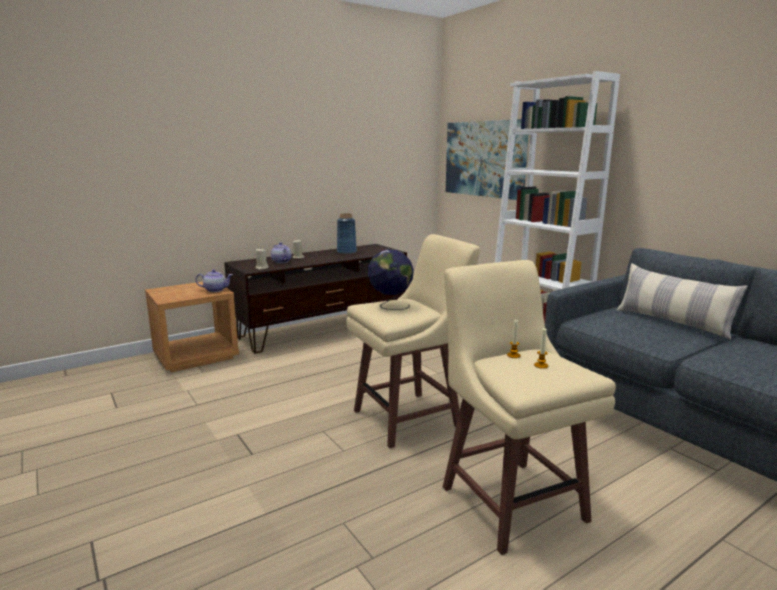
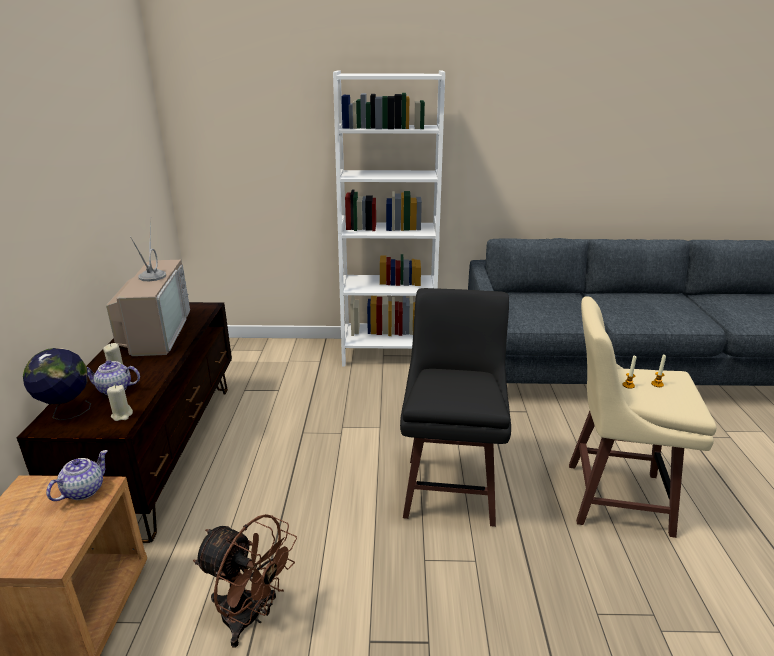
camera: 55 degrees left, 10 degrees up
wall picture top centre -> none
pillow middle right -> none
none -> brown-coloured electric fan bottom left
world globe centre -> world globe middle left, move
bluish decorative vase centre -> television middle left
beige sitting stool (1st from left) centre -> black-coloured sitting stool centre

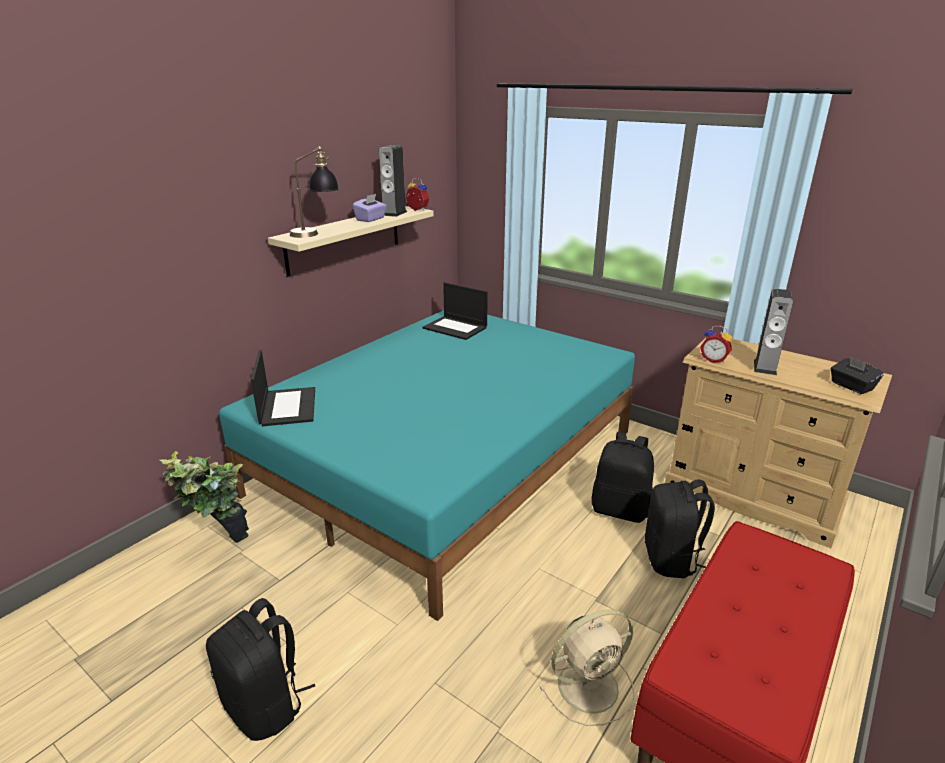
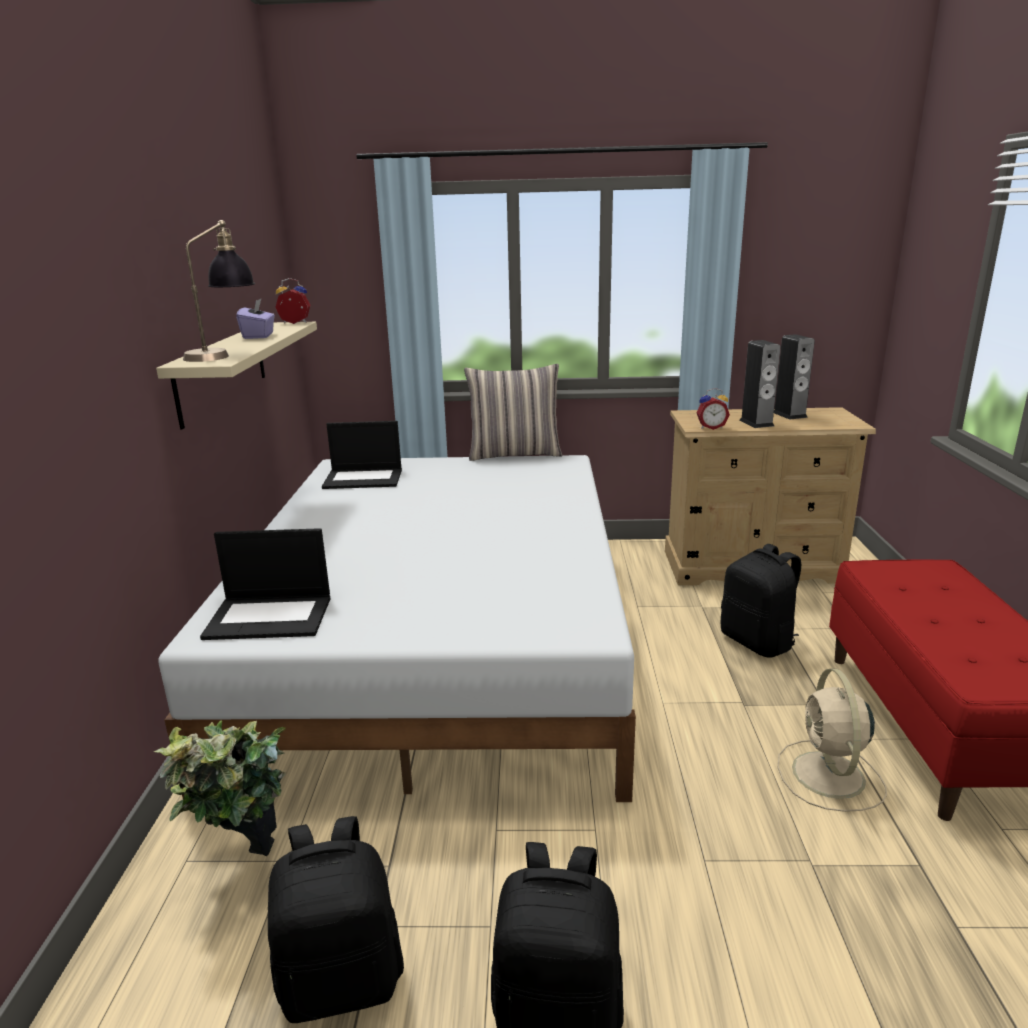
camera: 35 degrees left, 5 degrees down
black-coloured tissue box middle right -> none
none -> pillow centre
speaker (1st from left in the first image) top centre -> speaker (2nd from left) middle right, move
black-coloured backpack (2nd from left in the first image) centre -> black-coloured backpack (1st from left) bottom left, move
blue-green bedroom bed centre -> whitish bedroom bed centre
laptop (1st from left) middle left, 135 degrees clockwise
beige electric fan bottom centre -> beige electric fan bottom right, 150 degrees clockwise

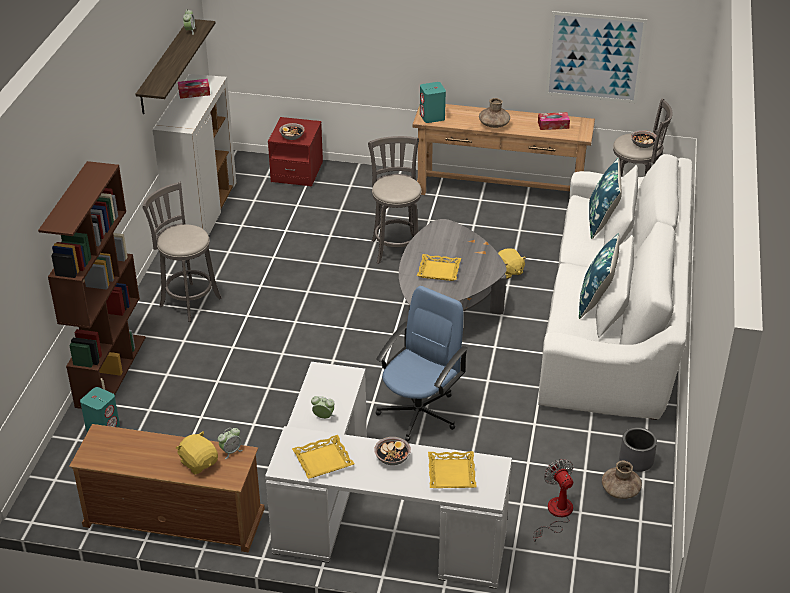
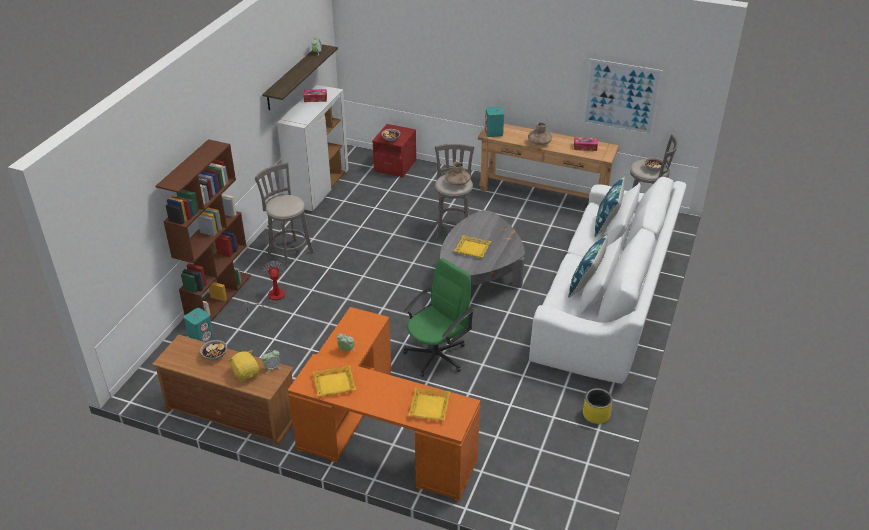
camera: 10 degrees right, 0 degrees up
yellow cuddly toy (2nd from left) centre -> none
serving bowl (2nd from left in the first image) bottom centre -> serving bowl (1st from left) middle left, move
electric fan bottom right -> electric fan middle left, move
brown-coloured decorative vase (2nd from left in the first image) bottom right -> brown-coloured decorative vase (1st from left) top centre, move
whitish desk unit bottom centre -> orange-coloured desk unit bottom centre
bluish desk chair centre -> greenish desk chair centre
greyish plant pot bottom right -> yellow plant pot bottom right

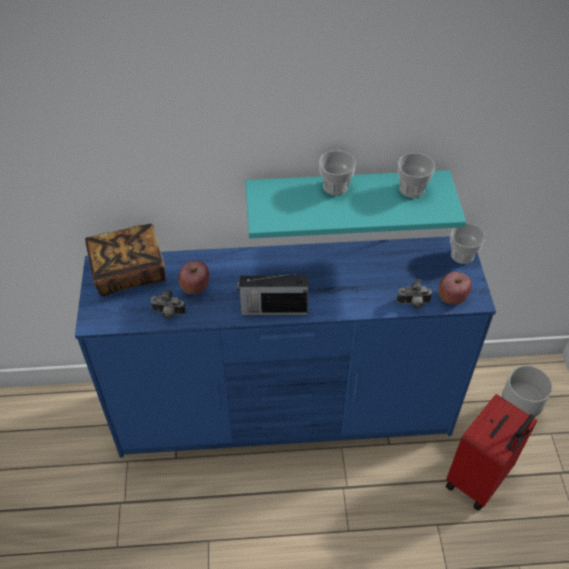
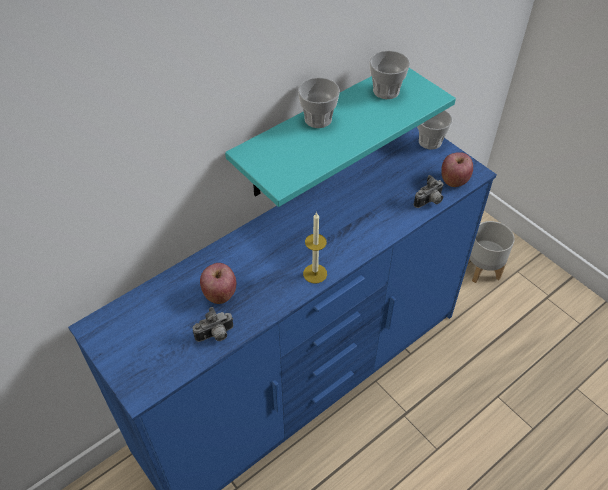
camera: 35 degrees left, 0 degrees up
volume middle left -> none
red piece of luggage bottom right -> none
radio receiver centre -> candle centre

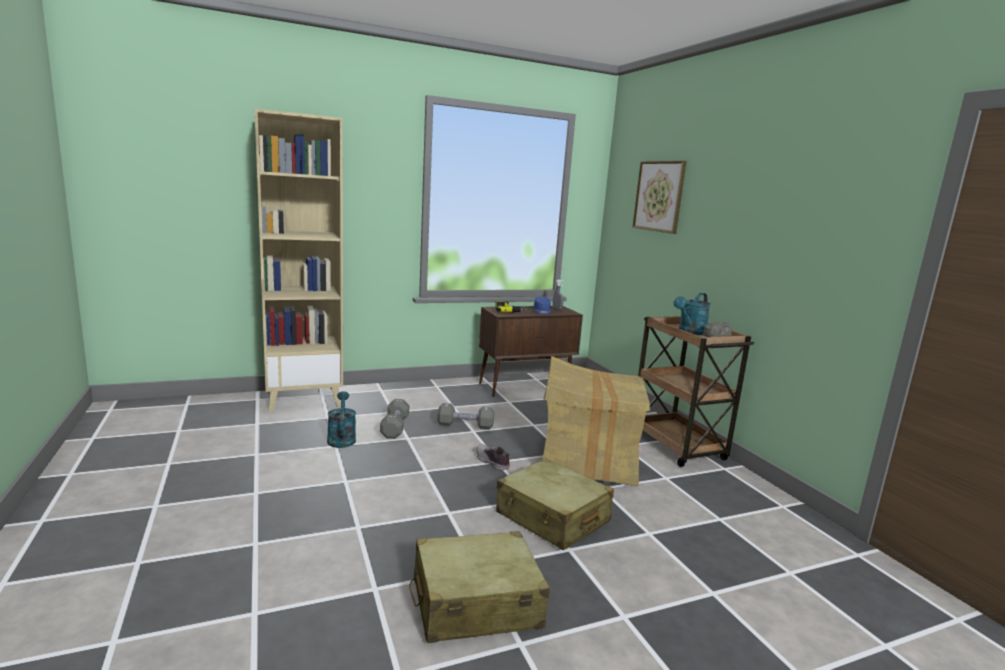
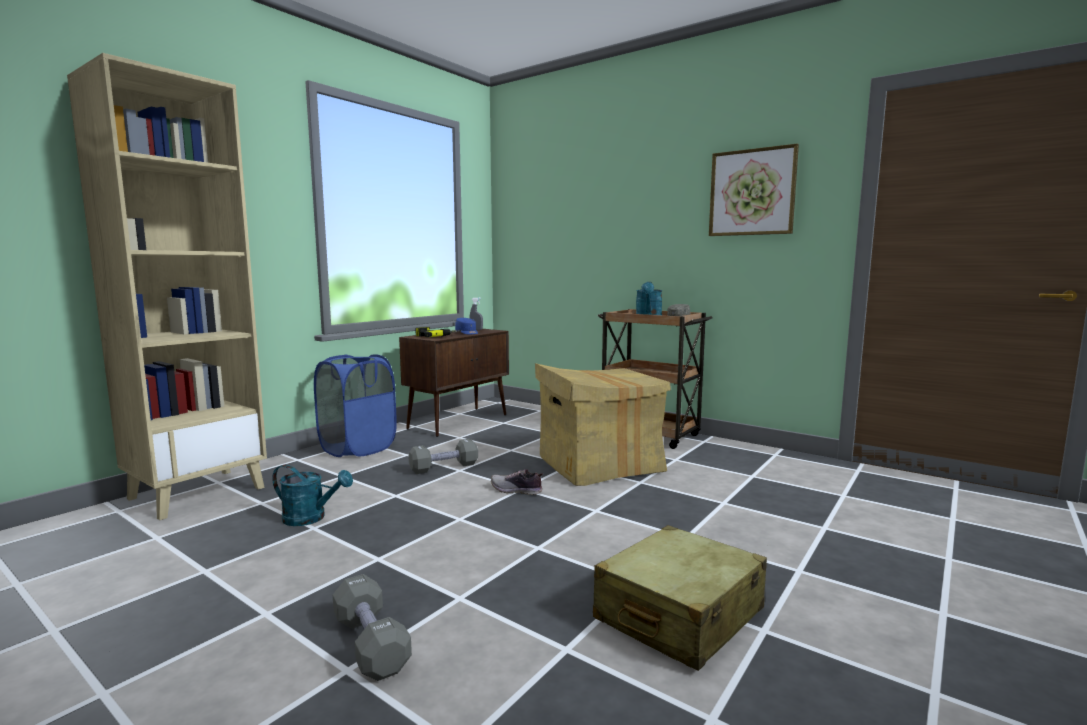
camera: 30 degrees left, 5 degrees down
beige piece of luggage (2nd from left) bottom centre -> none
none -> bluish washing basket middle left
greyish free weight (1st from left) centre -> greyish free weight (1st from left) bottom centre, move
wall picture top centre -> wall picture top right, move
blue-green watering can (1st from left) centre -> blue-green watering can (1st from left) bottom left, 150 degrees clockwise

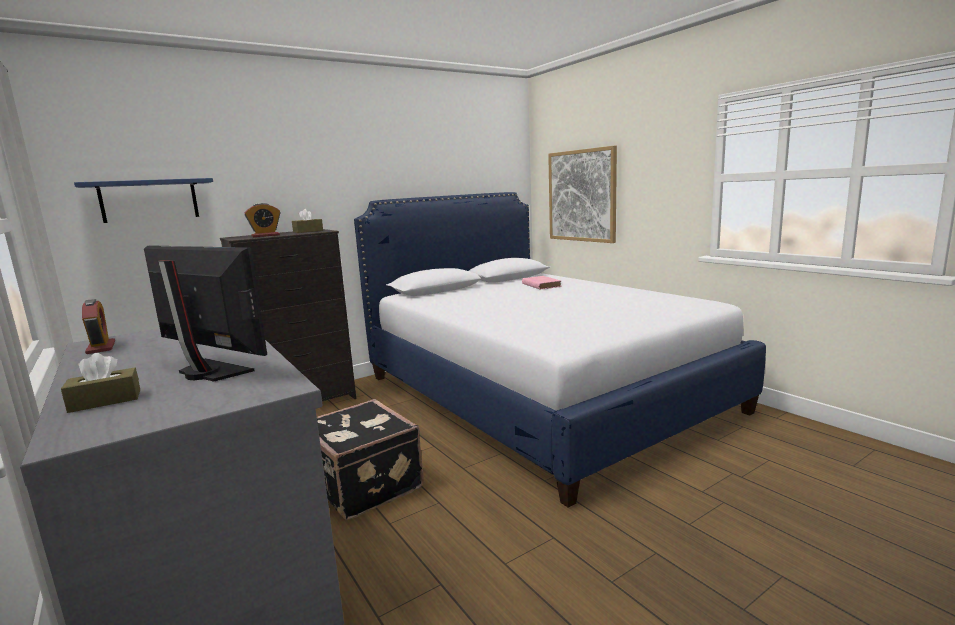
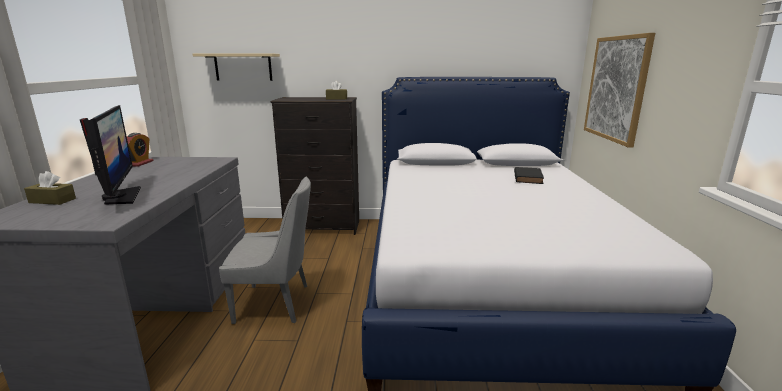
camera: 35 degrees right, 5 degrees up
alarm clock (2nd from left) middle left -> none
black-coloured piece of luggage bottom centre -> greyish upright chair centre
bluish shelf top left -> beige shelf top left
pinkish volume centre -> black-coloured volume middle right

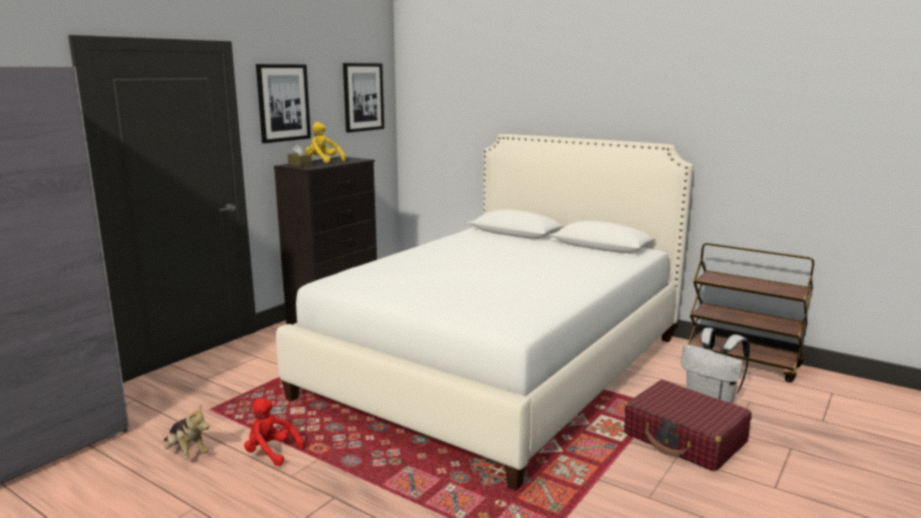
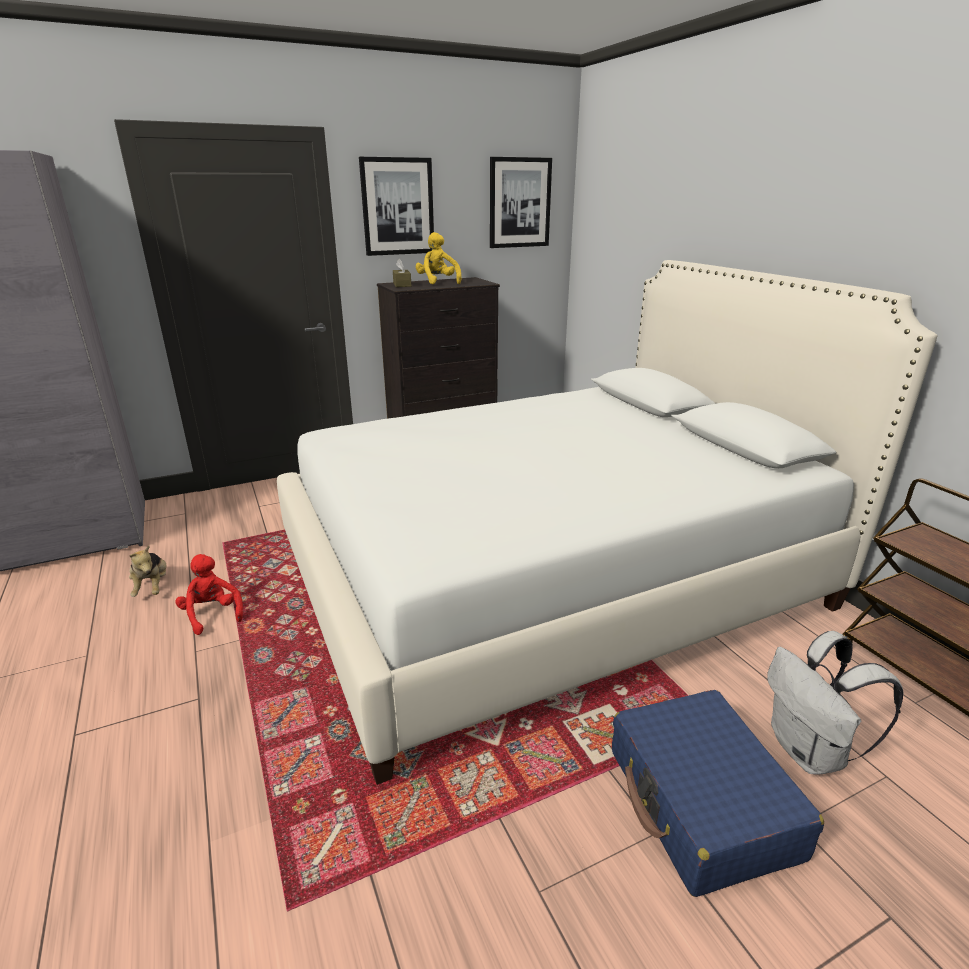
camera: 30 degrees right, 10 degrees up
red piece of luggage bottom right -> bluish piece of luggage bottom right

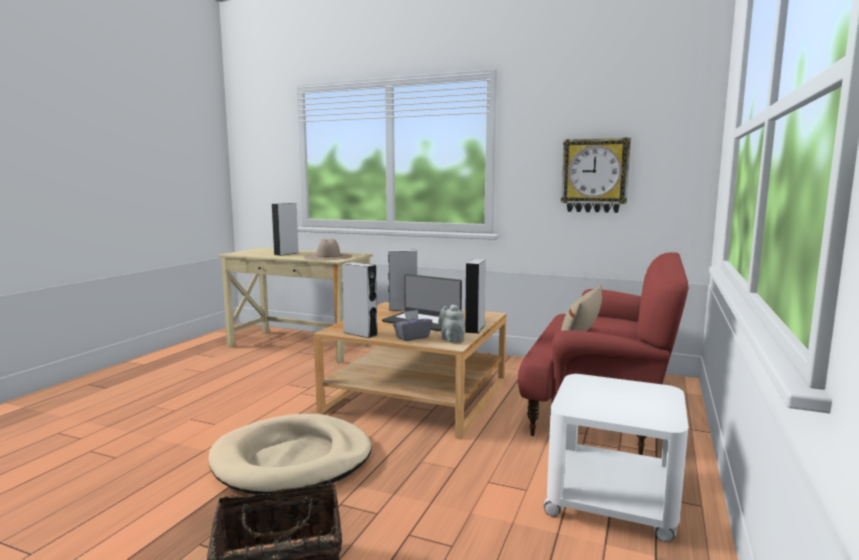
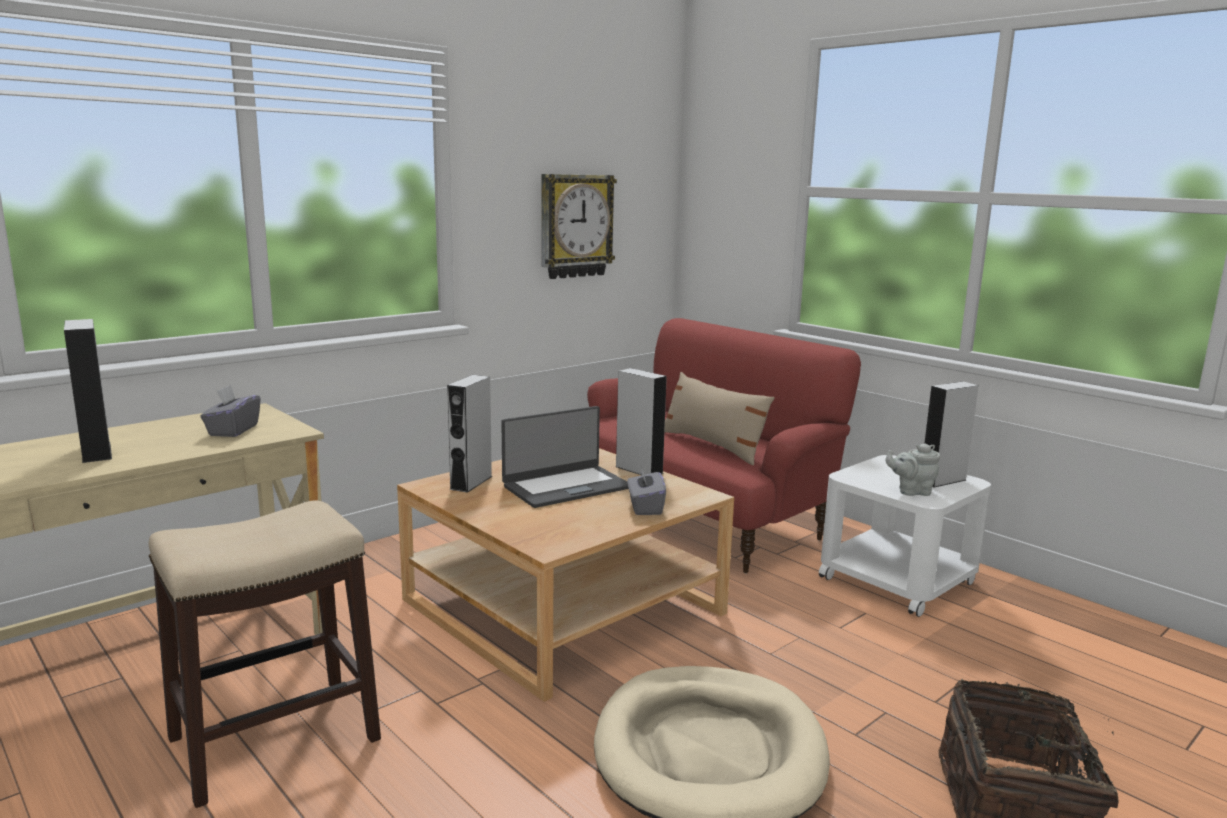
camera: 65 degrees left, 5 degrees up
none -> sitting stool bottom left
greyish speaker (2nd from left in the first image) centre -> greyish speaker (4th from left) middle right, move
greyish pot for tea centre -> greyish pot for tea middle right, move
beige wearable hat centre -> greyish tissue box (1st from left) middle left

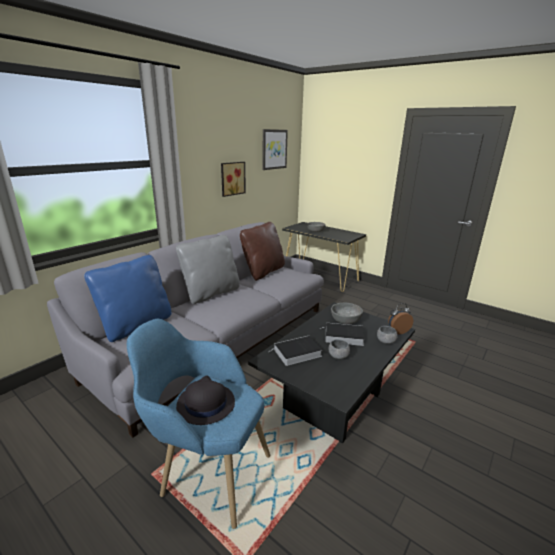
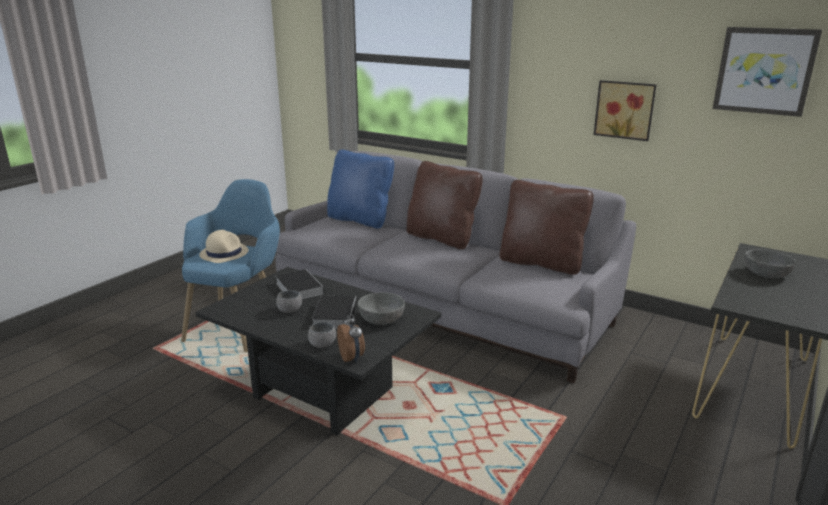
camera: 85 degrees right, 0 degrees up
greyish pillow centre -> brown-coloured pillow (1st from left) centre
black-coloured wearable hat bottom centre -> beige wearable hat middle left

